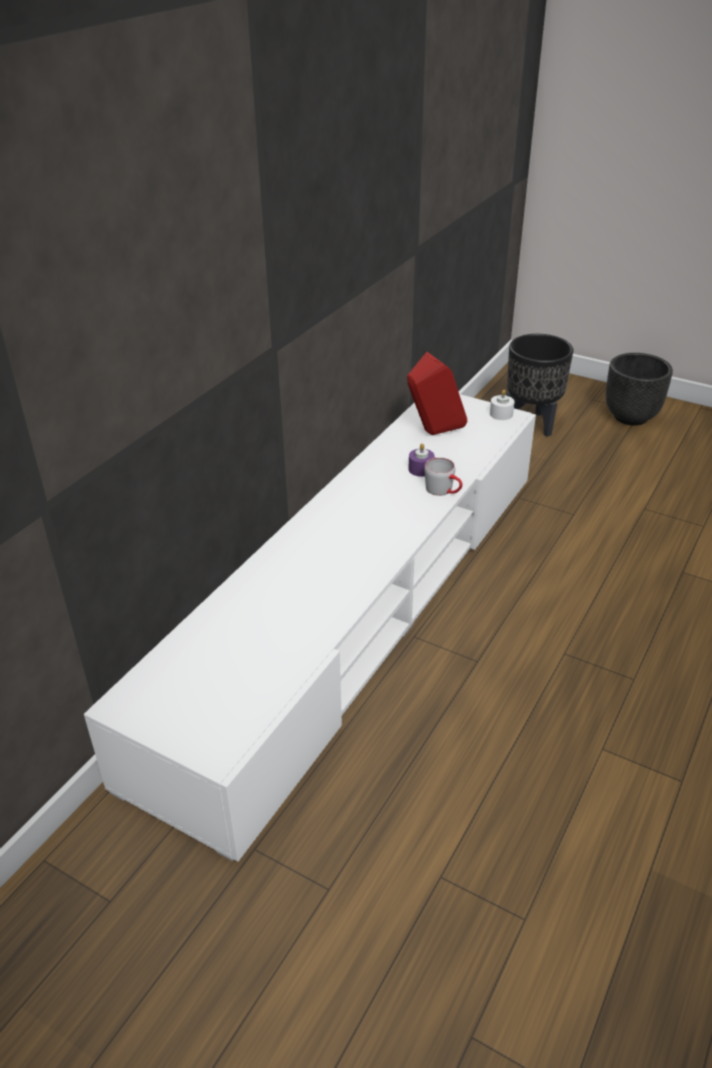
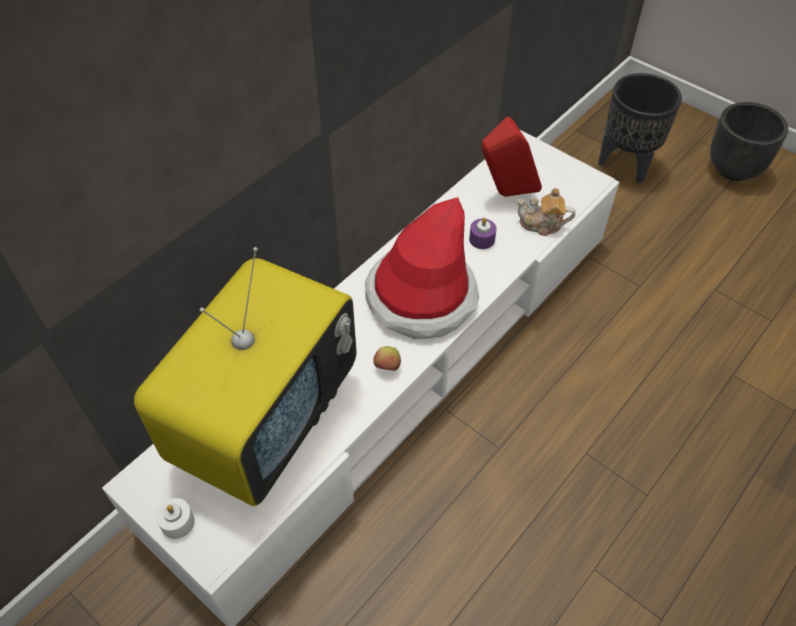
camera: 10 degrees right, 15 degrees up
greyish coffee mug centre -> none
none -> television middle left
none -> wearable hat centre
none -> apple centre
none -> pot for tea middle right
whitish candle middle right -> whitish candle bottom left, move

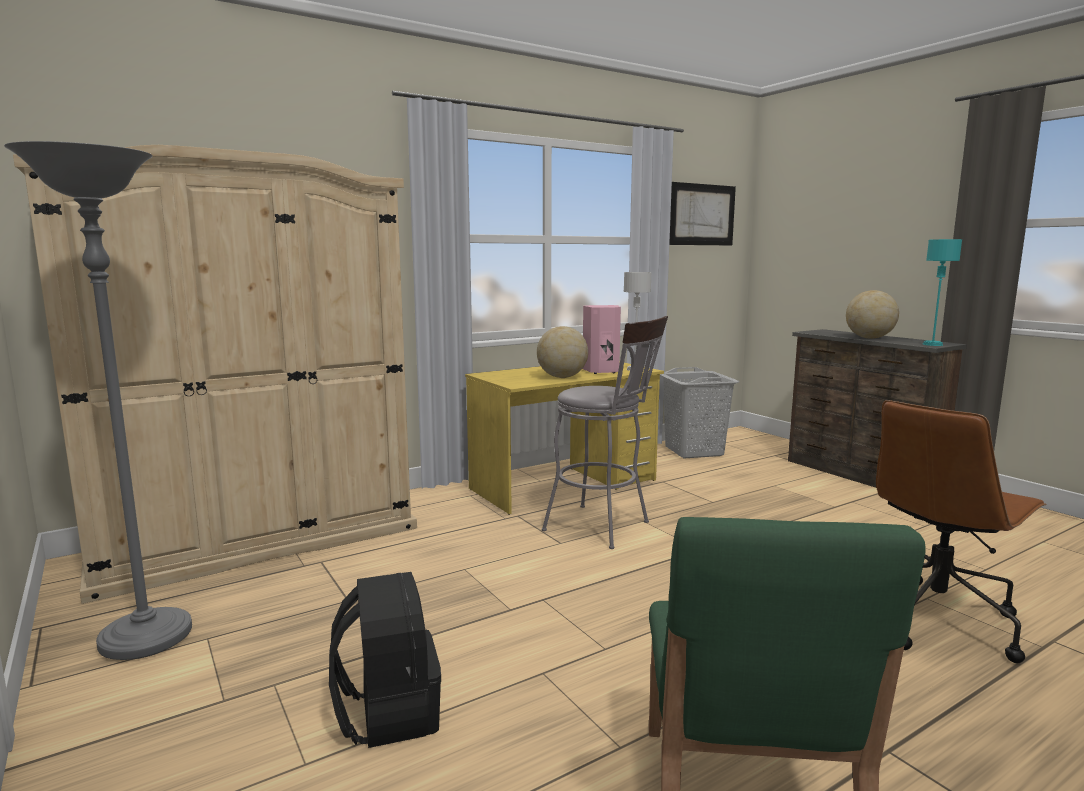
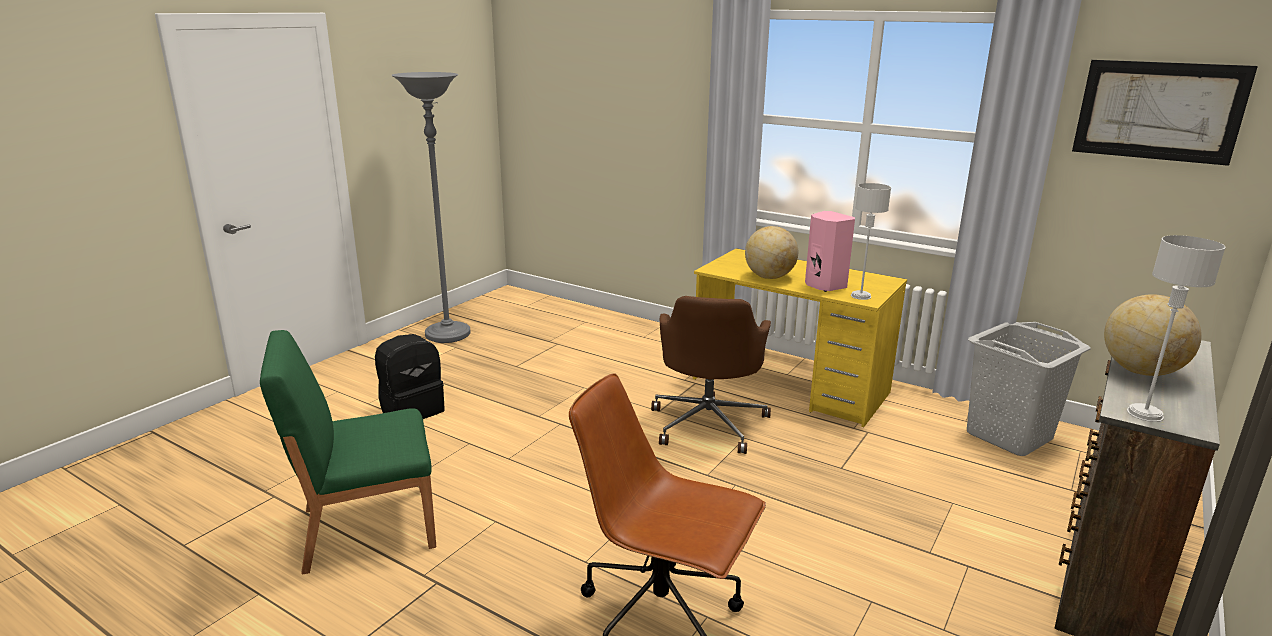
camera: 65 degrees right, 10 degrees up
beige wardrobe middle left -> none
greyish sitting stool centre -> brown-coloured desk chair (2nd from left) centre
blue-green lamp for a table middle right -> greyish lamp for a table (2nd from left) middle right

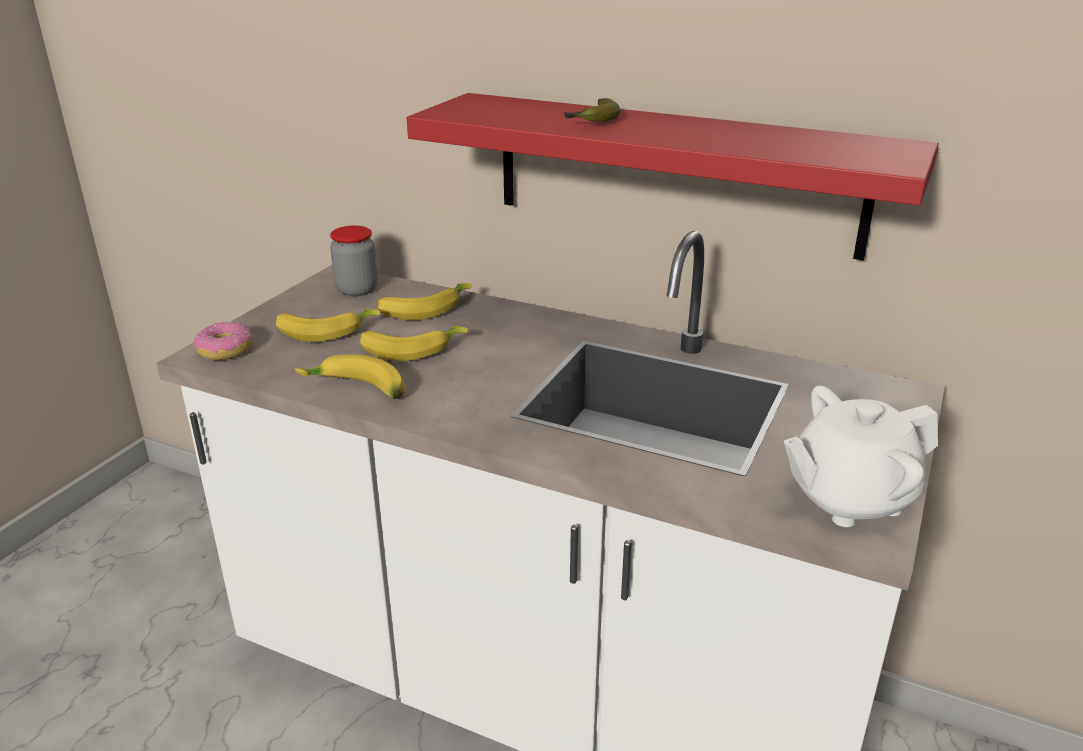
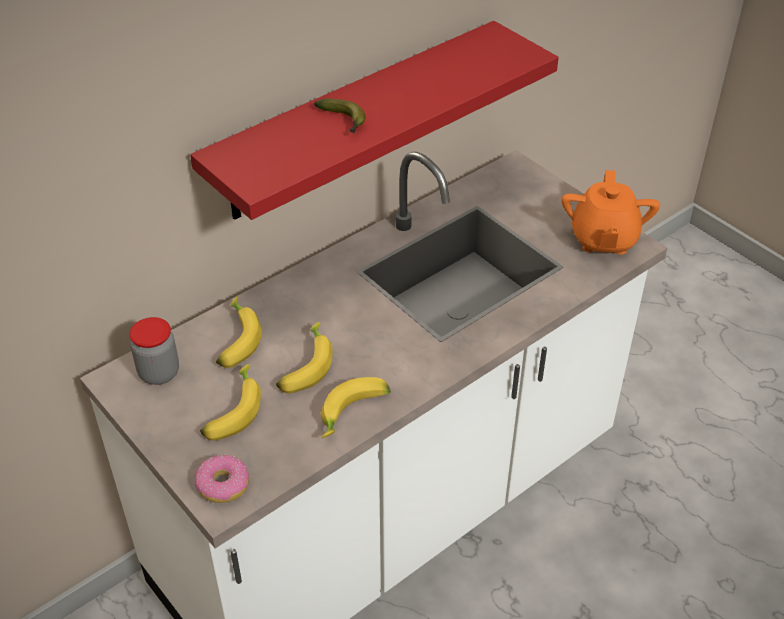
camera: 65 degrees left, 15 degrees up
whitish pot for tea middle right -> orange-coloured pot for tea middle right

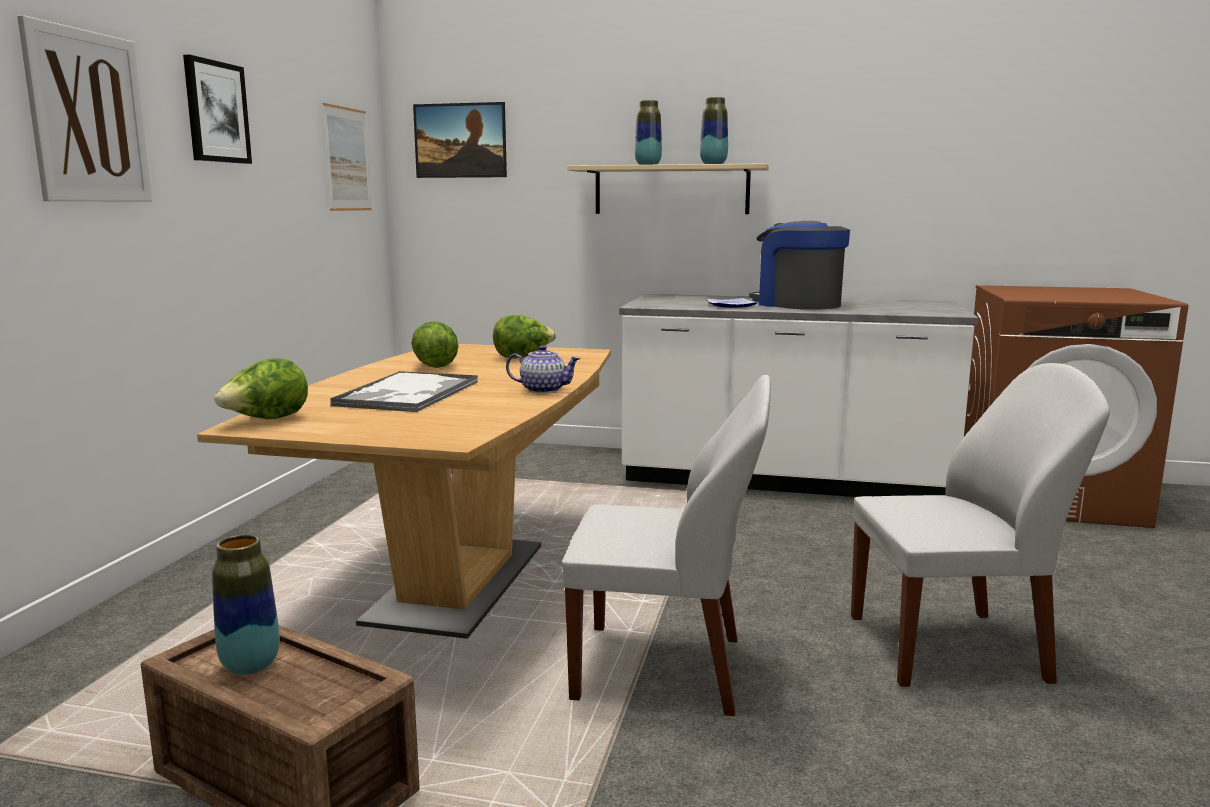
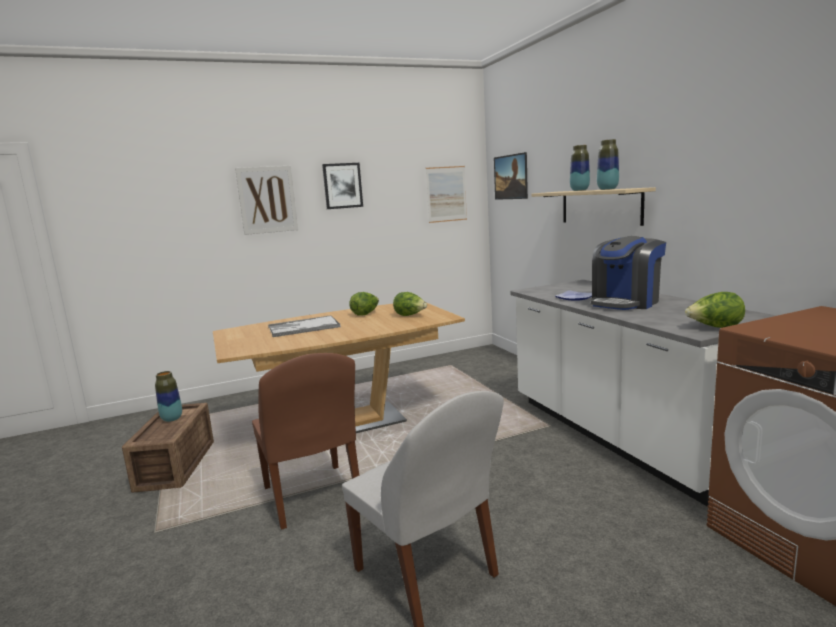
camera: 55 degrees right, 0 degrees up
pot for tea centre -> none
head of lettuce (1st from left in the first image) middle left -> head of lettuce (3rd from left) middle right, move
whitish upright chair (1st from left) bottom centre -> brown-coloured upright chair bottom centre
coffee brewer top centre -> coffee brewer middle right, 150 degrees counterclockwise

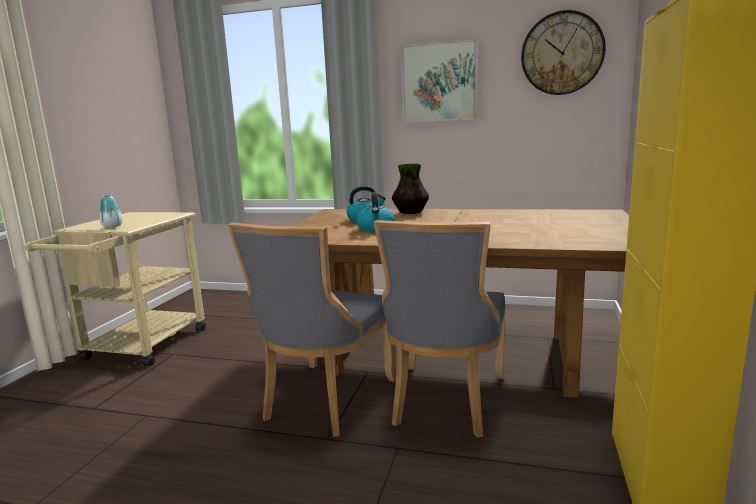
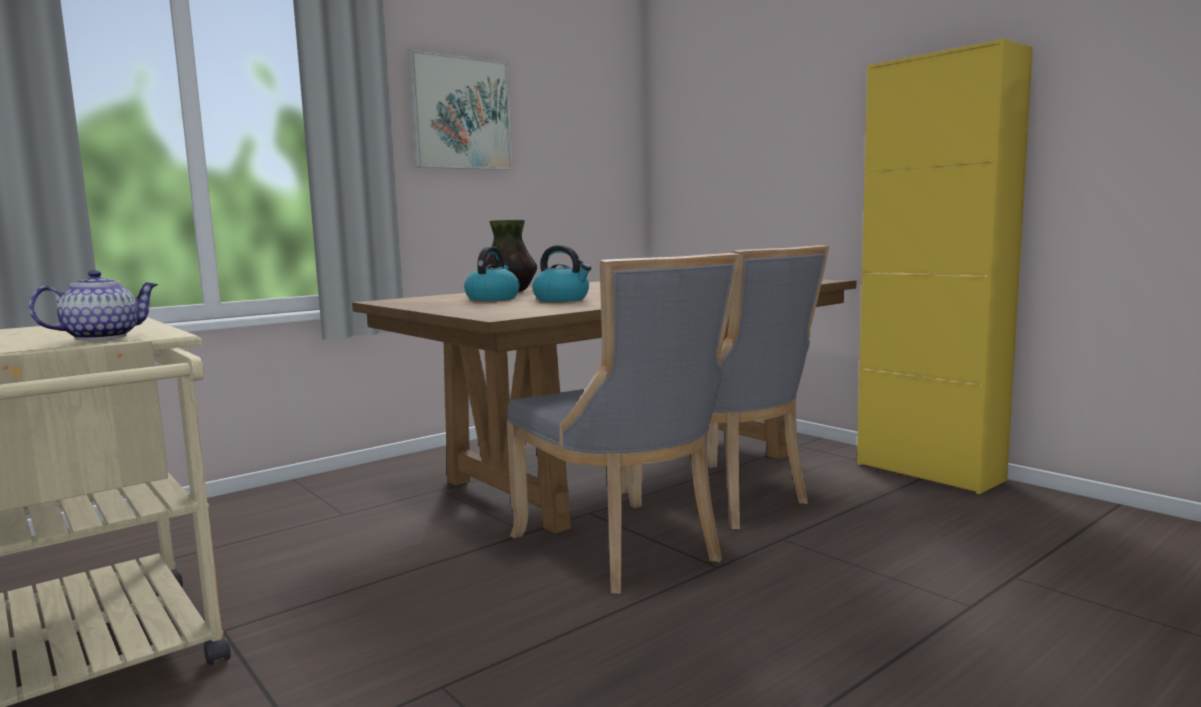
camera: 55 degrees left, 5 degrees down
clock on the wall top right -> none
decorative vase (1st from left) middle left -> pot for tea middle left

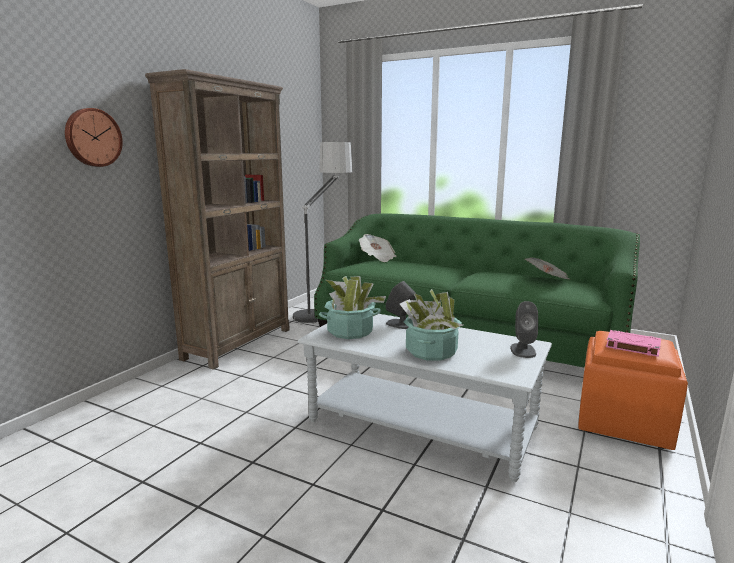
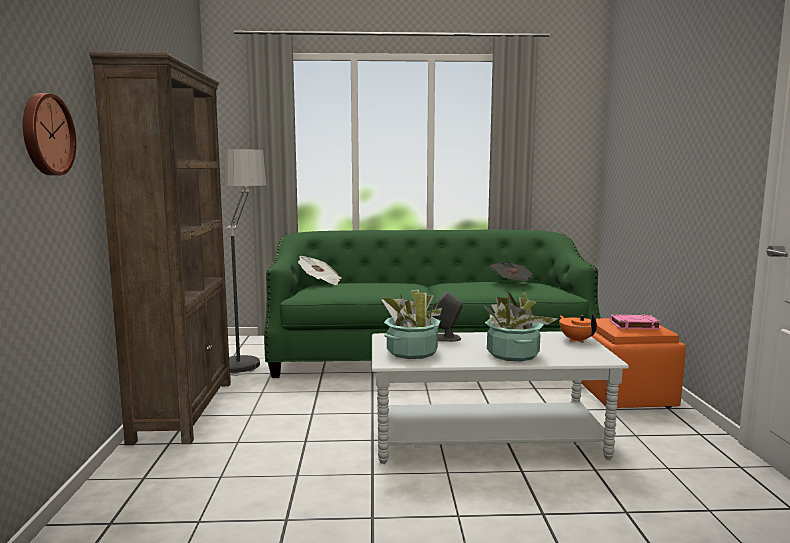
camera: 30 degrees left, 5 degrees down
greyish speaker (2nd from left) middle right -> orange-coloured pot for tea middle right

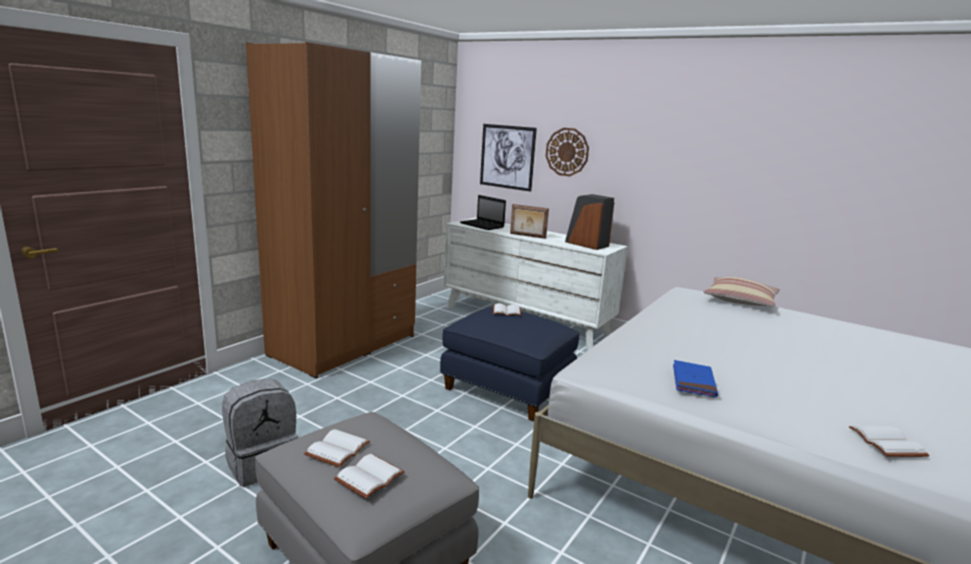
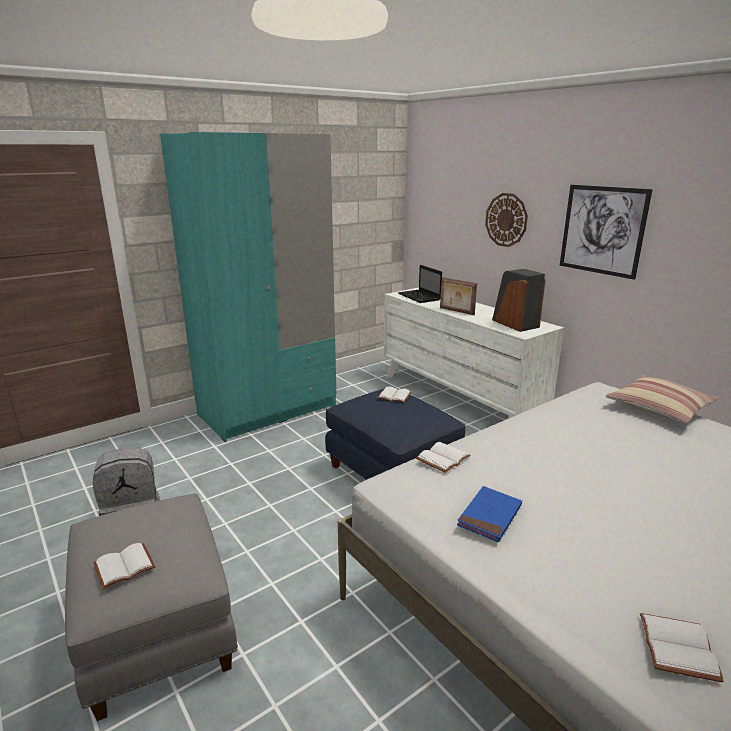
camera: 20 degrees right, 5 degrees up
whitish volume (1st from left in the first image) bottom centre -> whitish volume (3rd from left) centre, move
wall picture top centre -> wall picture top right, move
brown-coloured wardrobe centre -> blue-green wardrobe centre

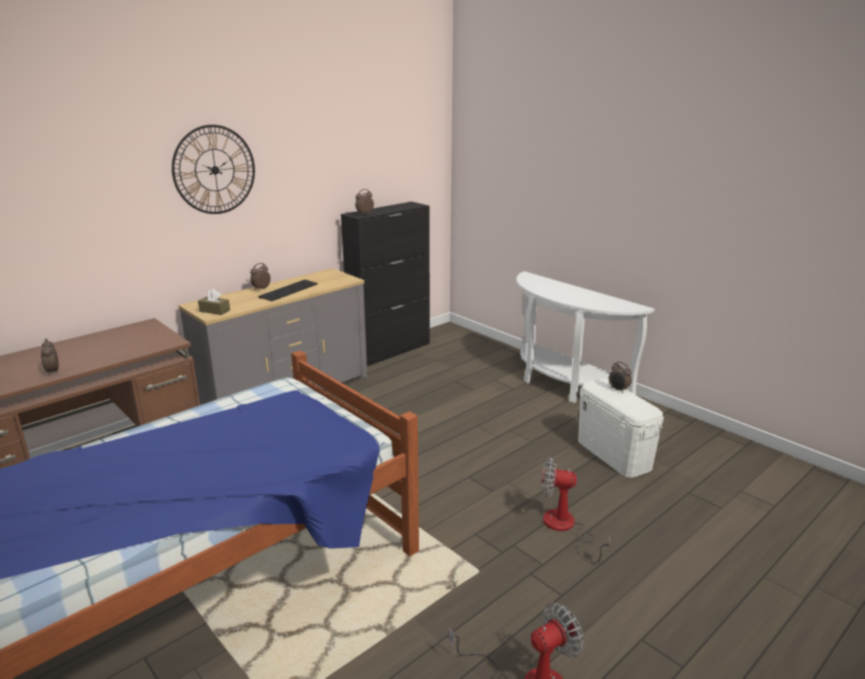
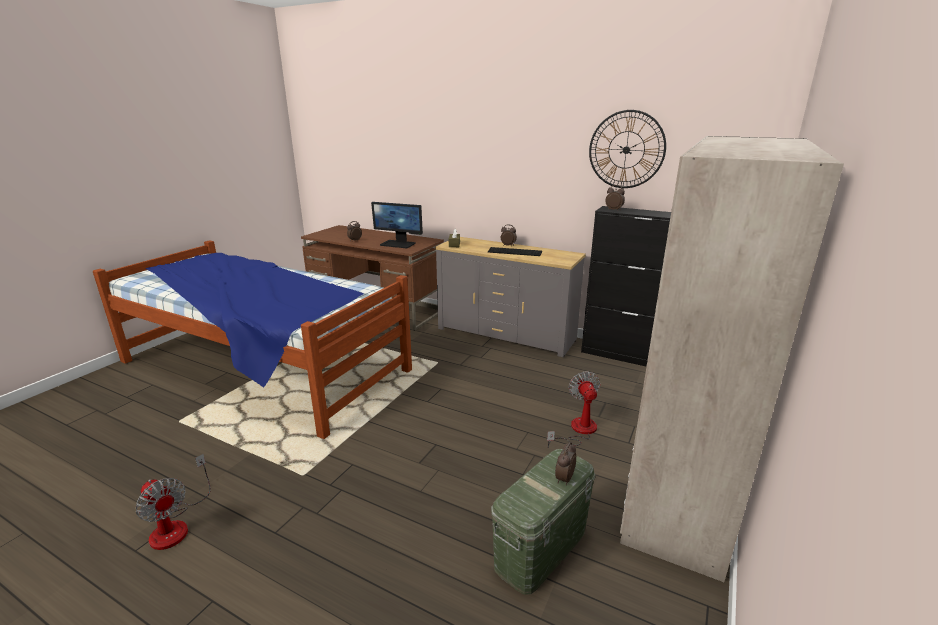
camera: 70 degrees right, 0 degrees up
none -> monitor centre
clock on the wall top left -> clock on the wall top right, move
electric fan (2nd from left) bottom centre -> electric fan (2nd from left) centre, move
whitish console table middle right -> beige wardrobe middle right
whitish storage box middle right -> greenish storage box bottom centre

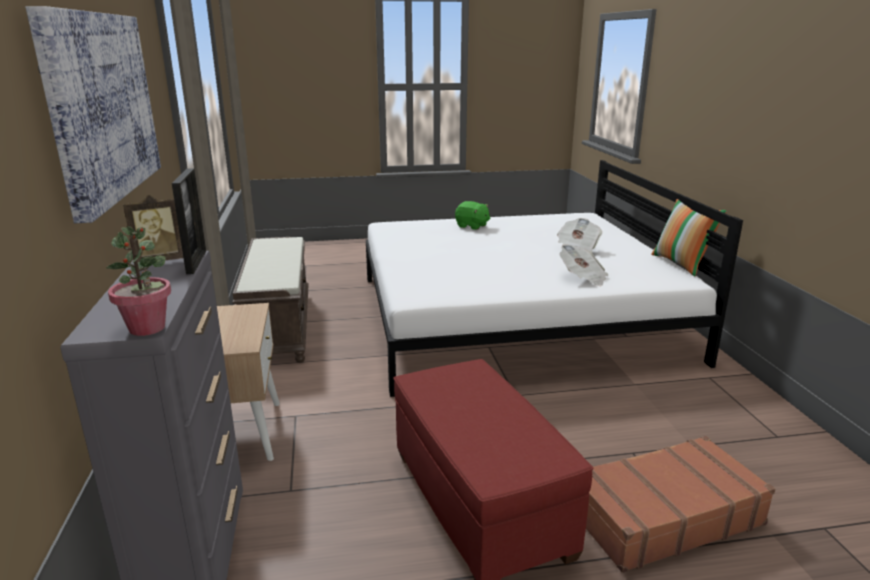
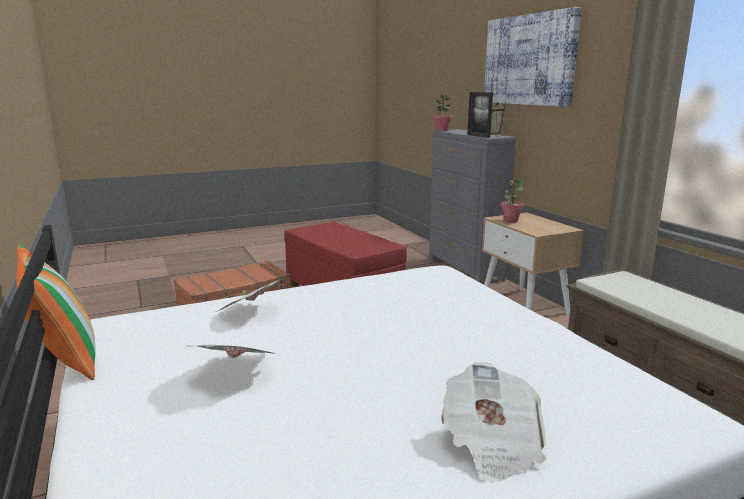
camera: 165 degrees right, 5 degrees down
none -> plant in a pot (2nd from left) middle right
greenish cuddly toy centre -> newspaper (3rd from left) bottom centre

